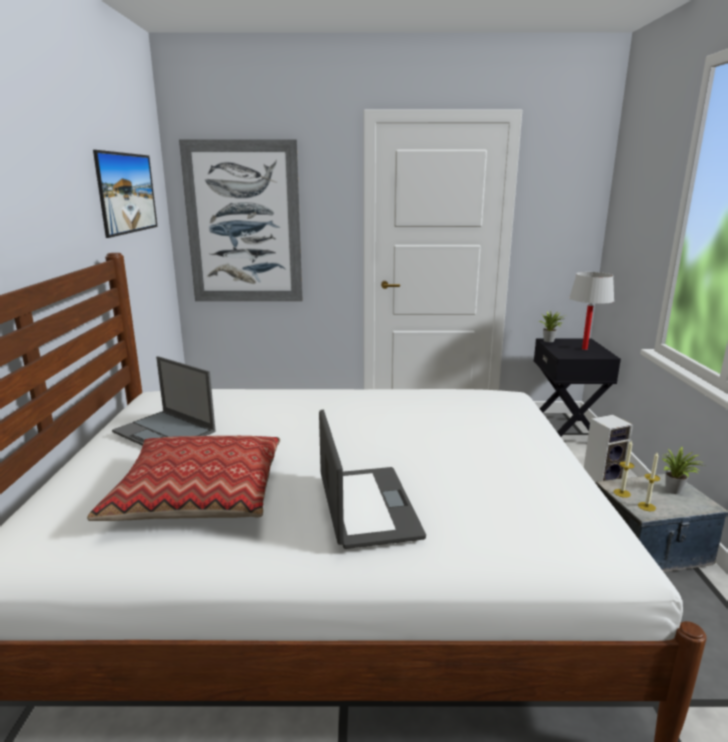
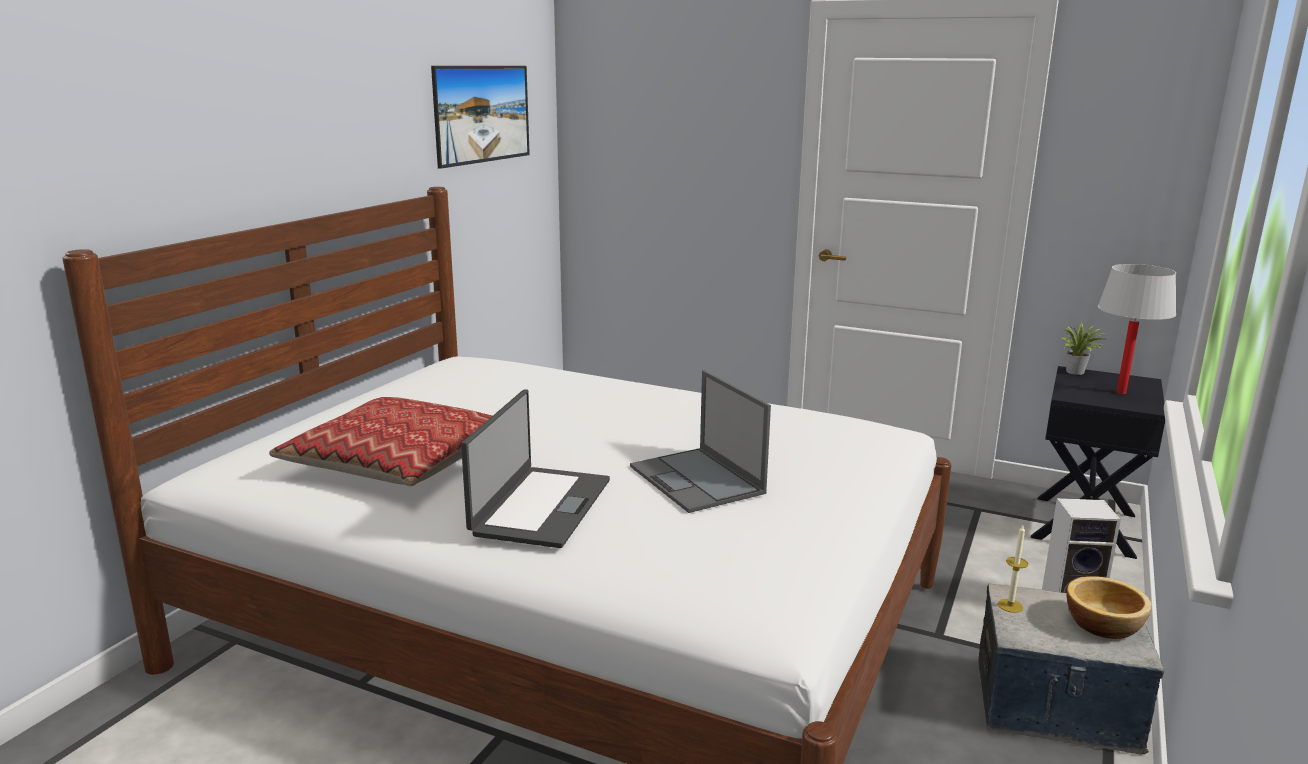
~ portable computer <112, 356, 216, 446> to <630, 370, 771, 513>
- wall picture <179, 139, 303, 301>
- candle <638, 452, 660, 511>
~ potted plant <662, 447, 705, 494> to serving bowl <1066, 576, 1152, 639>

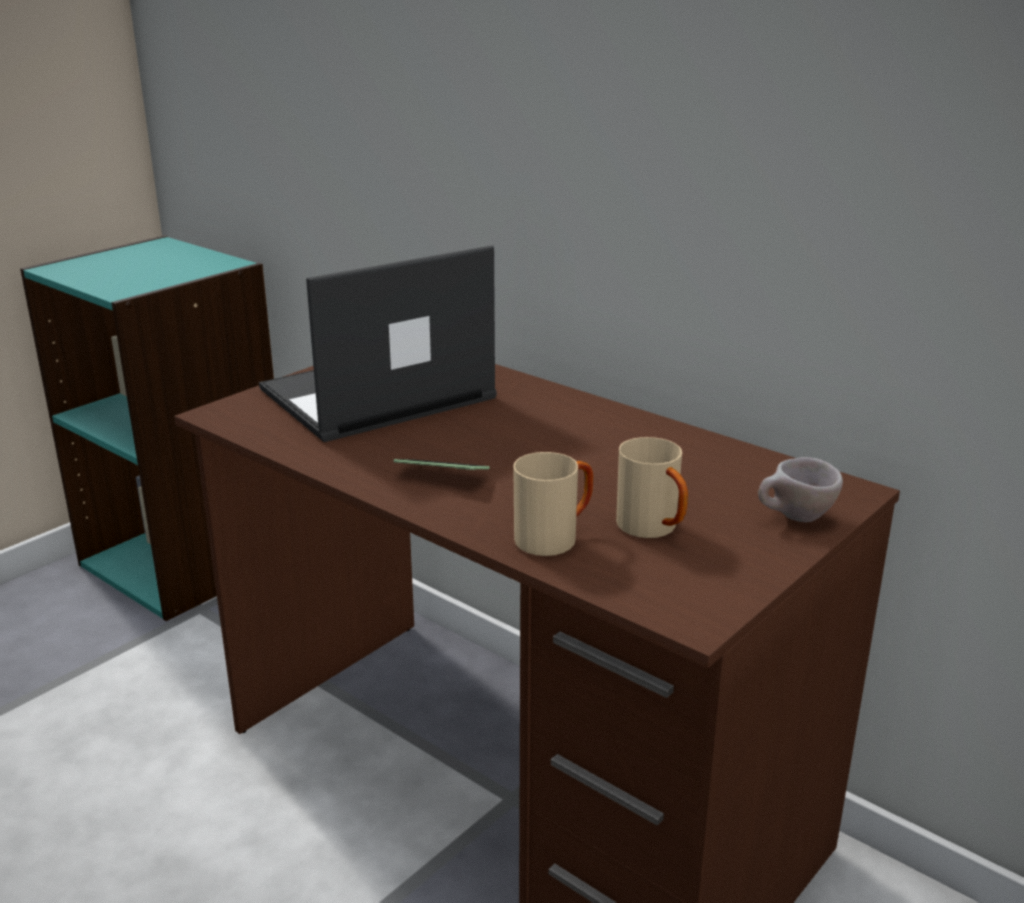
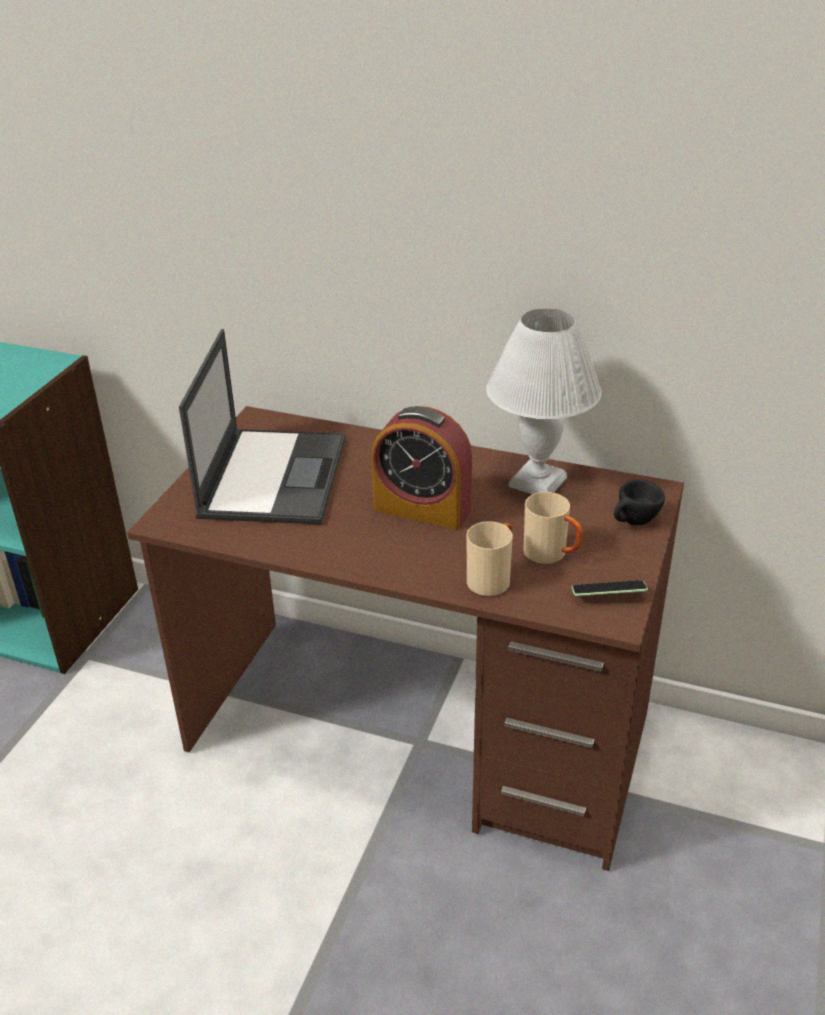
~ portable computer <259, 245, 497, 442> = <179, 329, 345, 525> 150 degrees clockwise
~ handset <393, 459, 490, 470> to <572, 580, 648, 596>
~ beige cup <758, 457, 843, 522> to black cup <614, 479, 665, 525>
+ bedside clock <372, 406, 472, 530>
+ white tabletop lamp <486, 308, 602, 495>

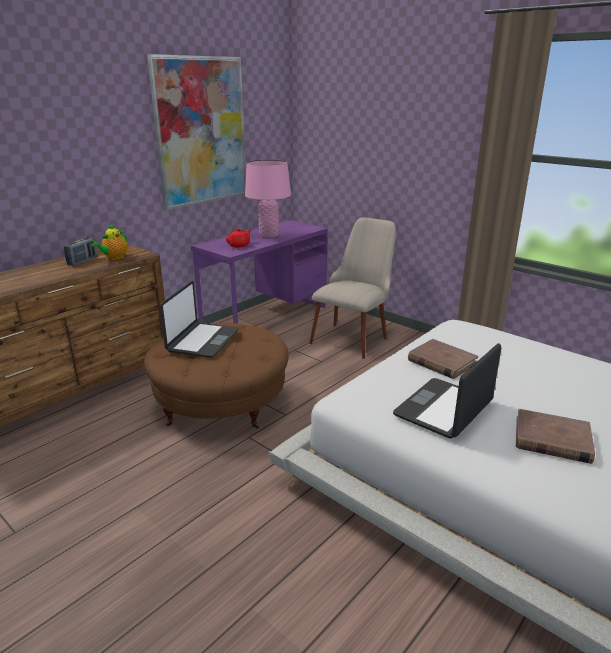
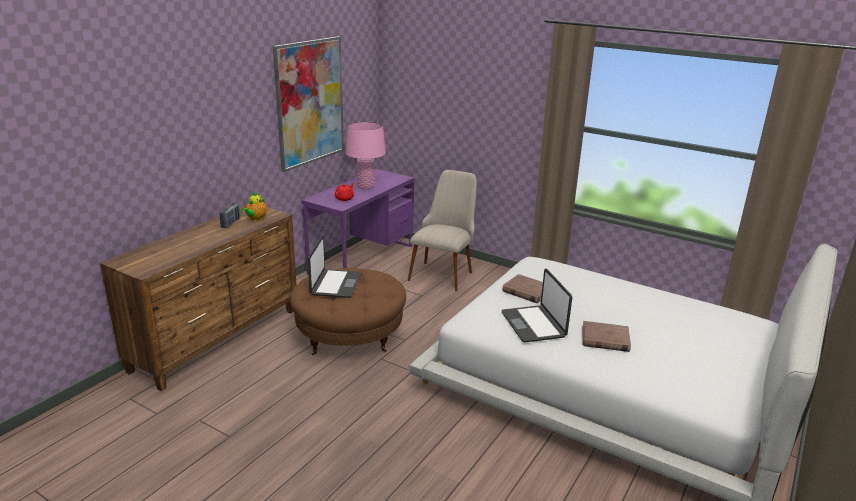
~ portable computer <393, 343, 501, 439> = <502, 269, 572, 343> 45 degrees counterclockwise

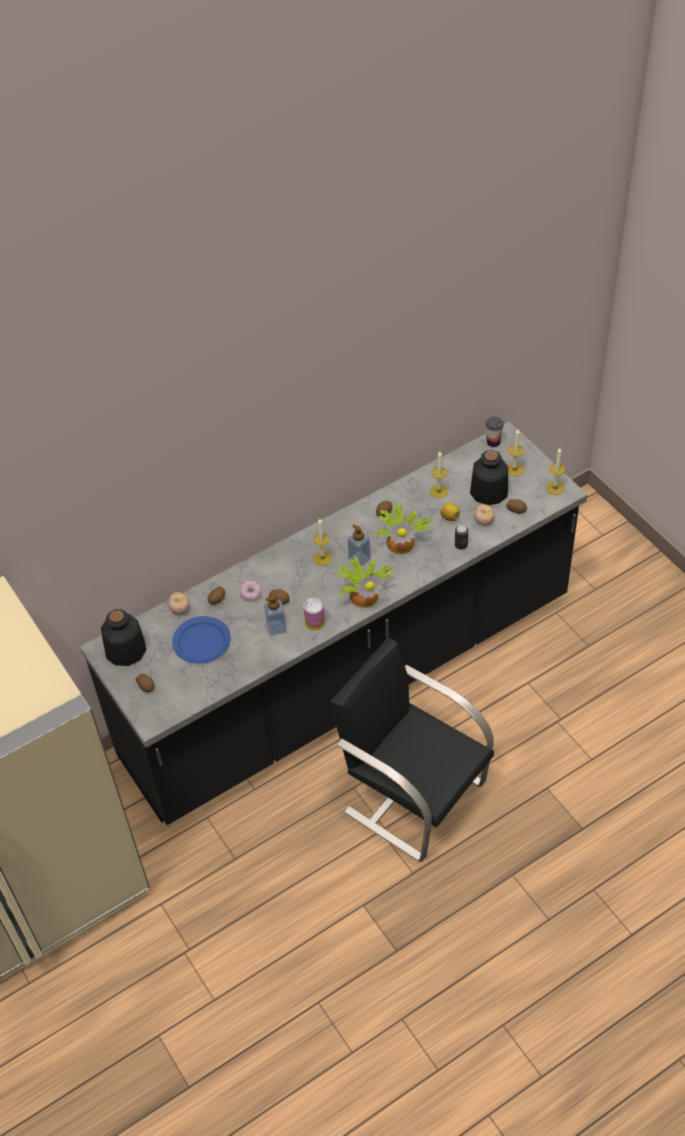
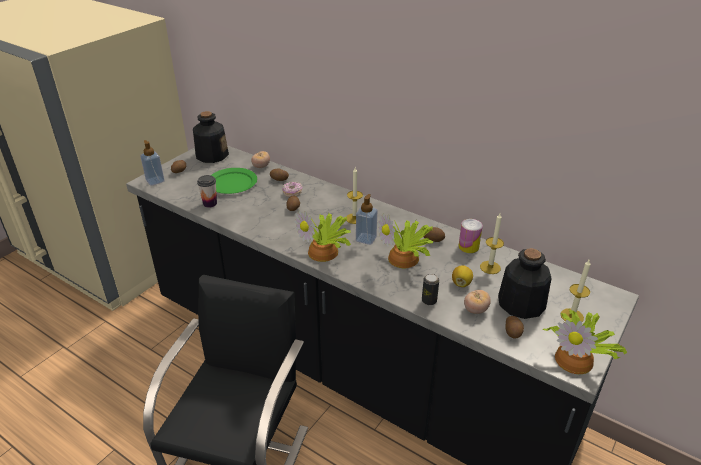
~ blue dinner plate <172, 616, 230, 664> to green dinner plate <211, 168, 257, 194>
~ soap dispenser <264, 595, 287, 636> to <140, 140, 165, 186>
~ sealed can <303, 597, 325, 630> to <458, 219, 483, 253>
~ cup <486, 417, 504, 447> to <197, 175, 217, 208>
~ candle <546, 448, 565, 495> to potted plant <543, 310, 627, 374>

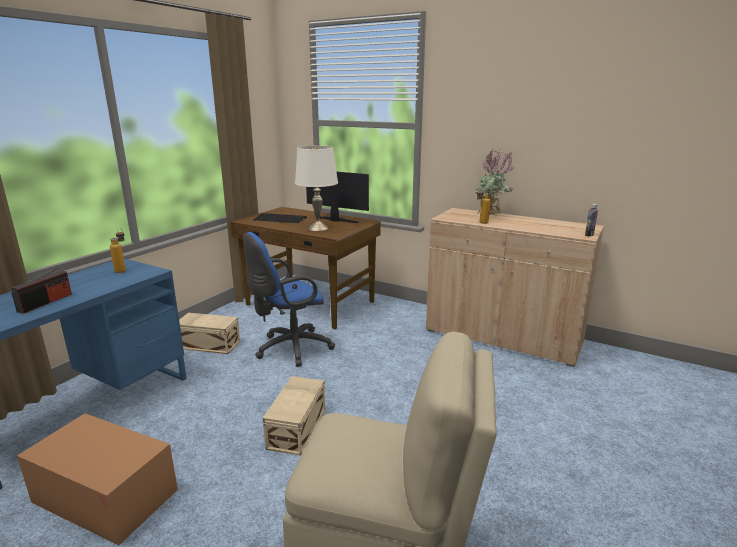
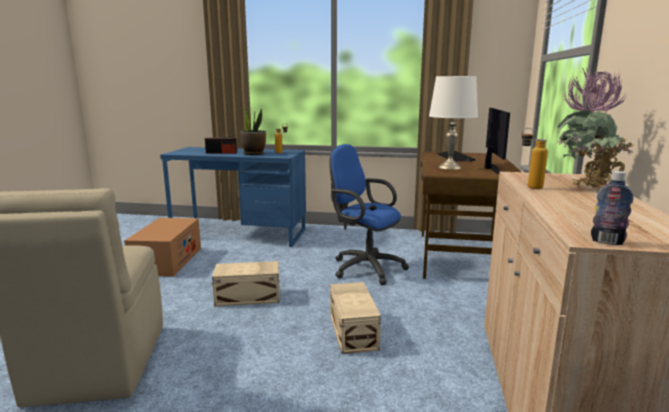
~ beige storage bin <179, 313, 240, 354> to <330, 282, 381, 354>
+ potted plant <241, 106, 266, 155>

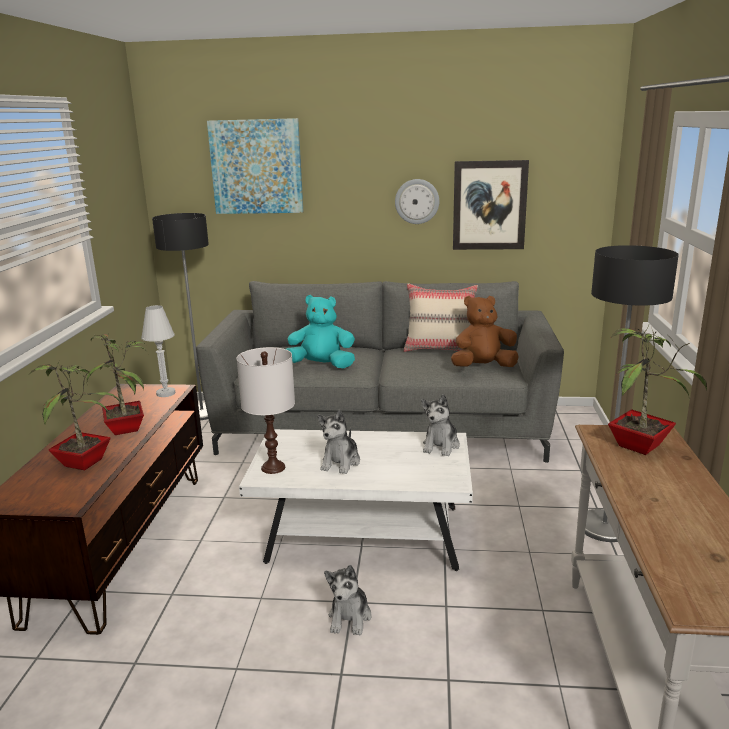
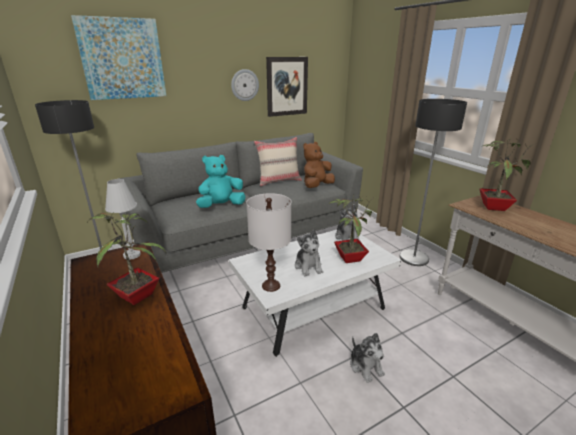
~ potted plant <29, 359, 123, 470> to <329, 195, 376, 263>

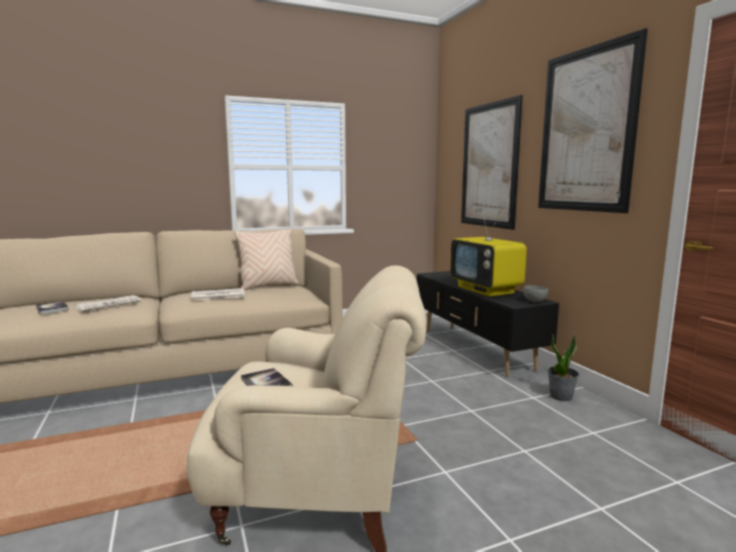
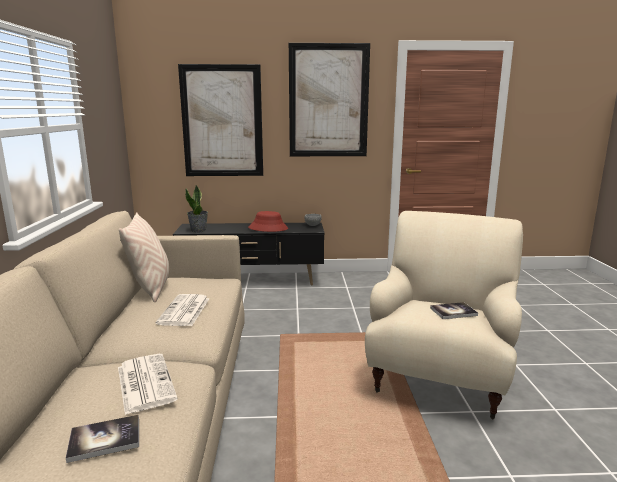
~ TV <450, 209, 527, 297> to reddish clothing hat <248, 211, 288, 232>
~ potted plant <548, 334, 579, 401> to <185, 185, 208, 233>

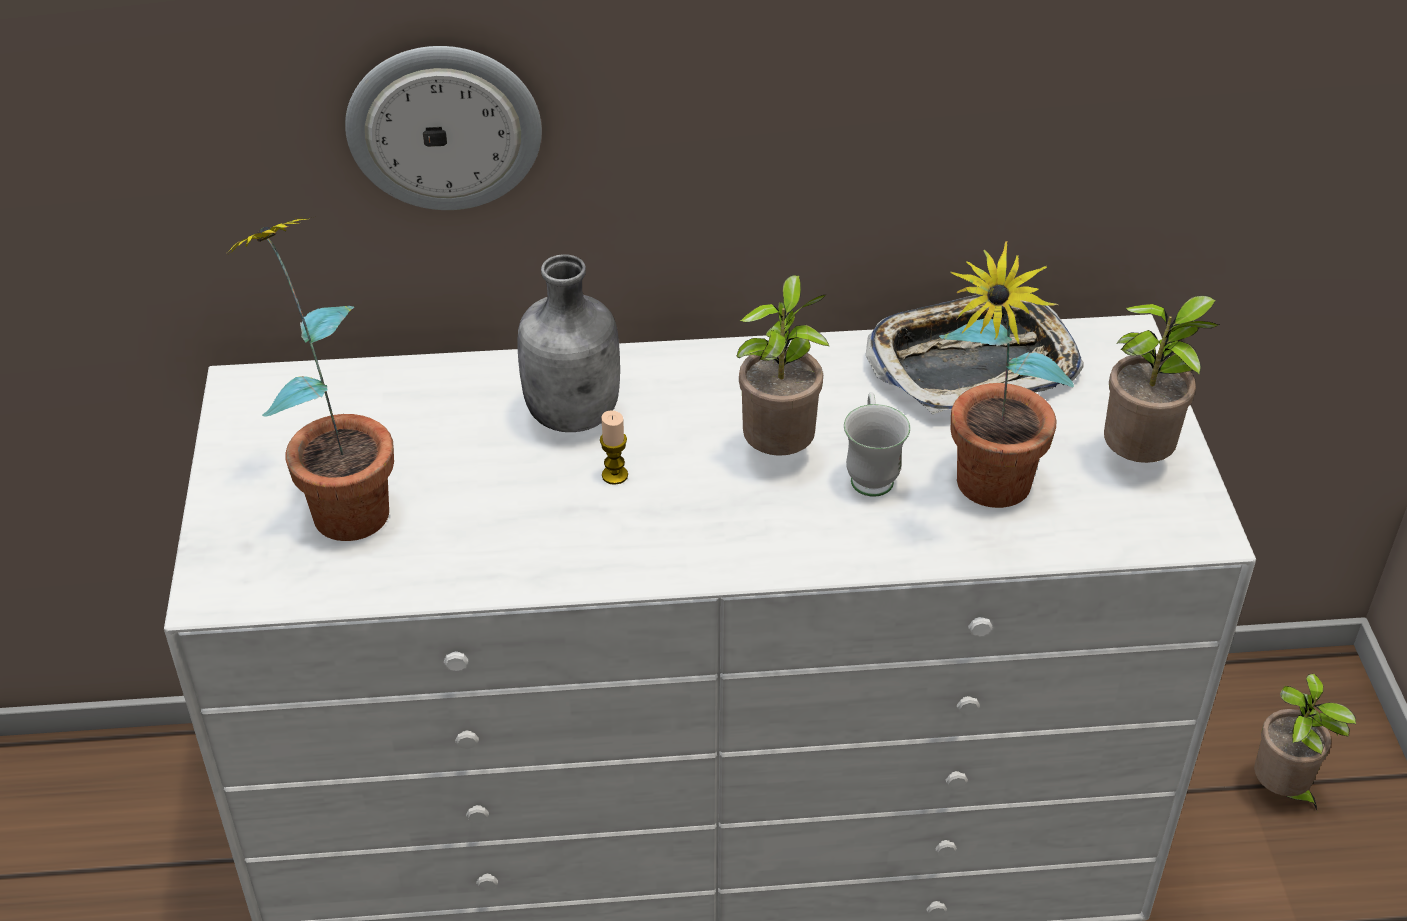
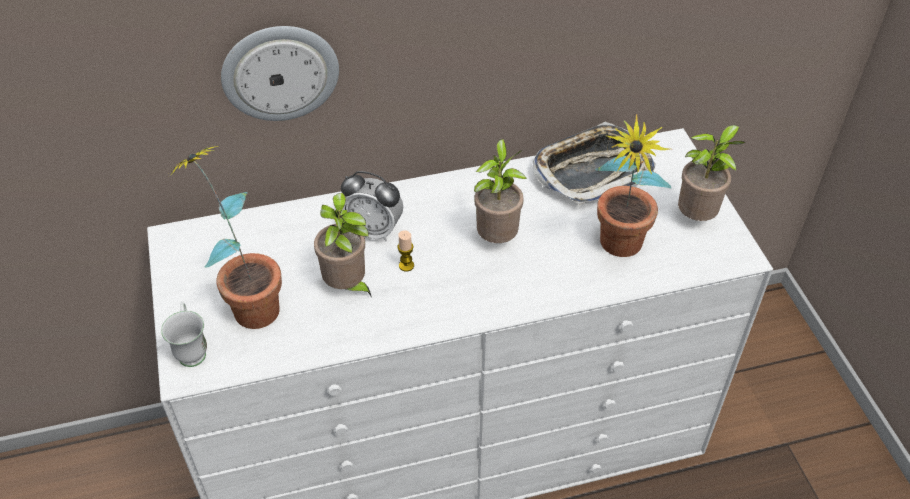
~ greyish drink bottle <518, 254, 620, 432> to bedside clock <341, 171, 403, 241>
~ white mug <844, 392, 910, 496> to <161, 302, 207, 367>
~ potted plant <1254, 674, 1356, 810> to <314, 193, 372, 298>

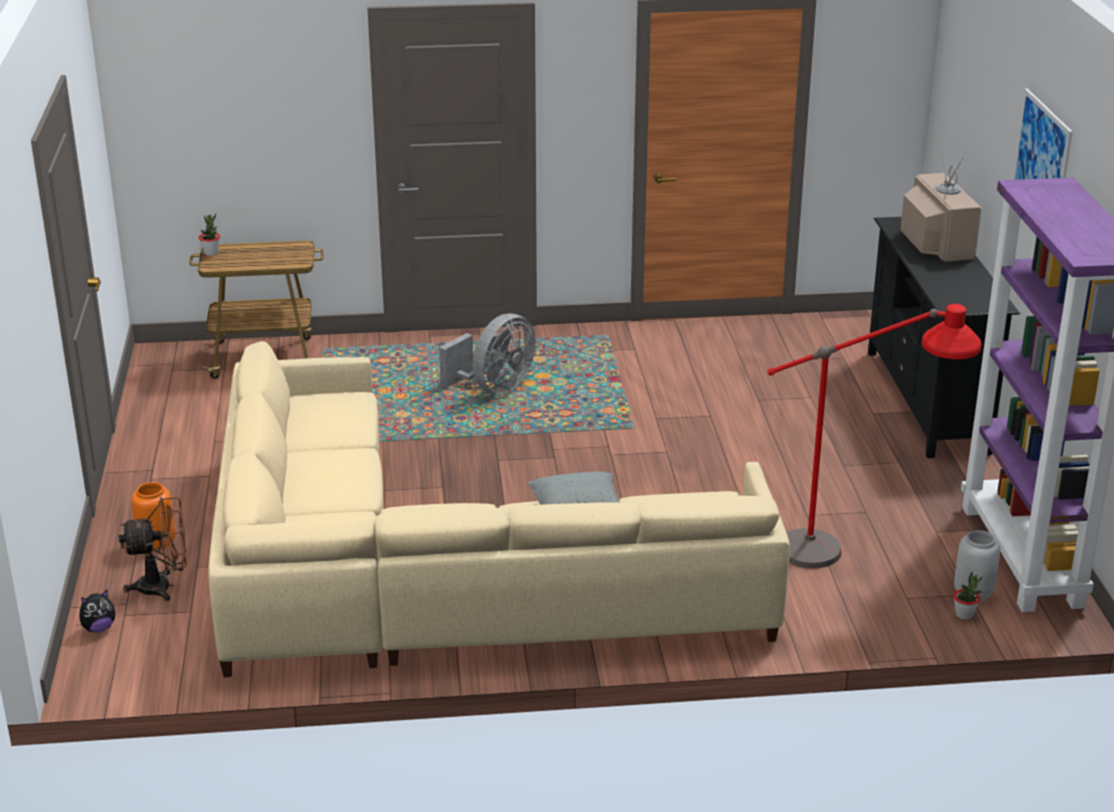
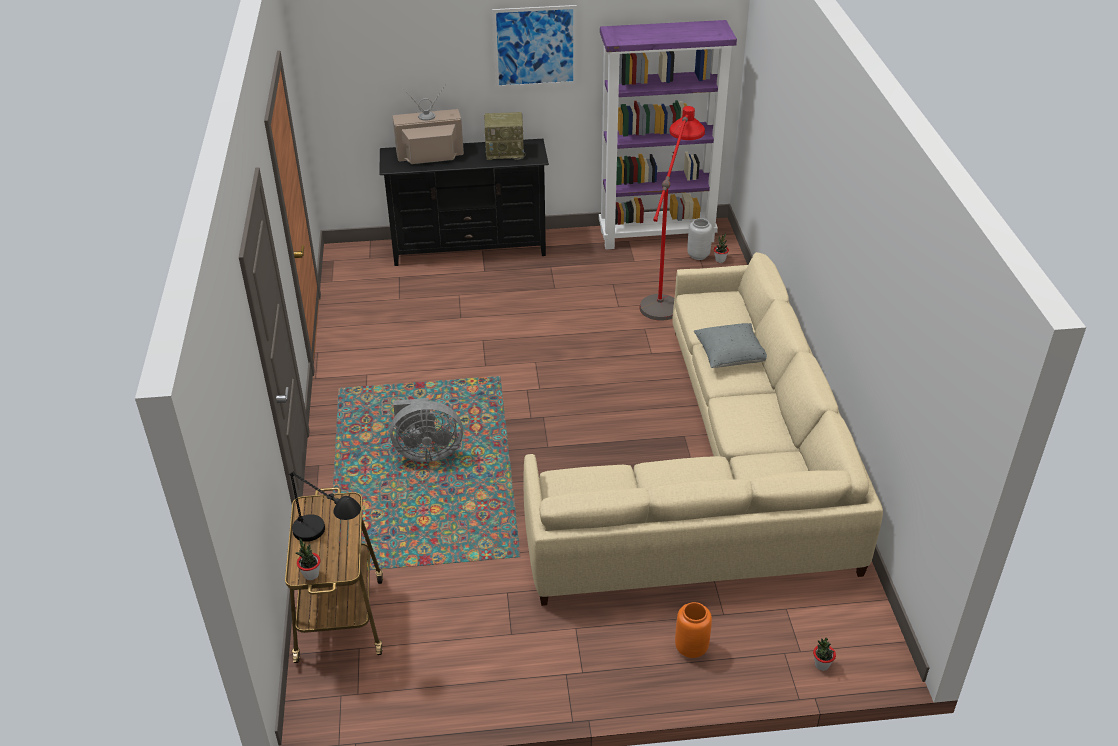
~ plush toy <80, 590, 115, 632> to potted plant <813, 638, 836, 671>
- brownish electric fan <119, 497, 187, 601>
~ greyish electric fan <439, 313, 536, 394> = <390, 398, 463, 462> 135 degrees clockwise
+ black tabletop lamp <289, 471, 361, 542>
+ radio set <484, 112, 526, 160>

